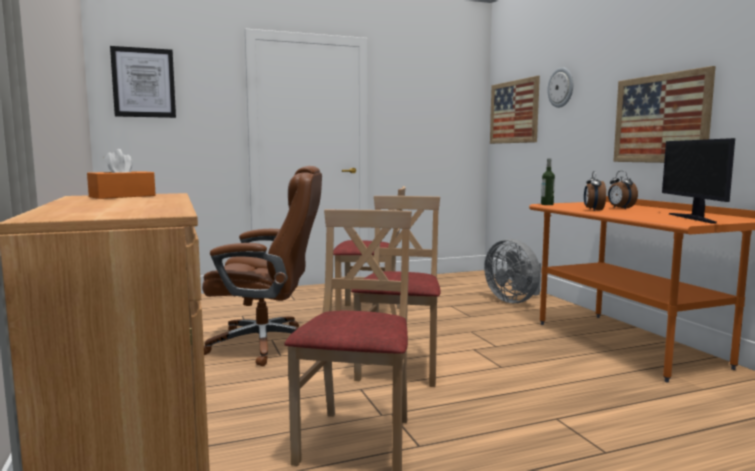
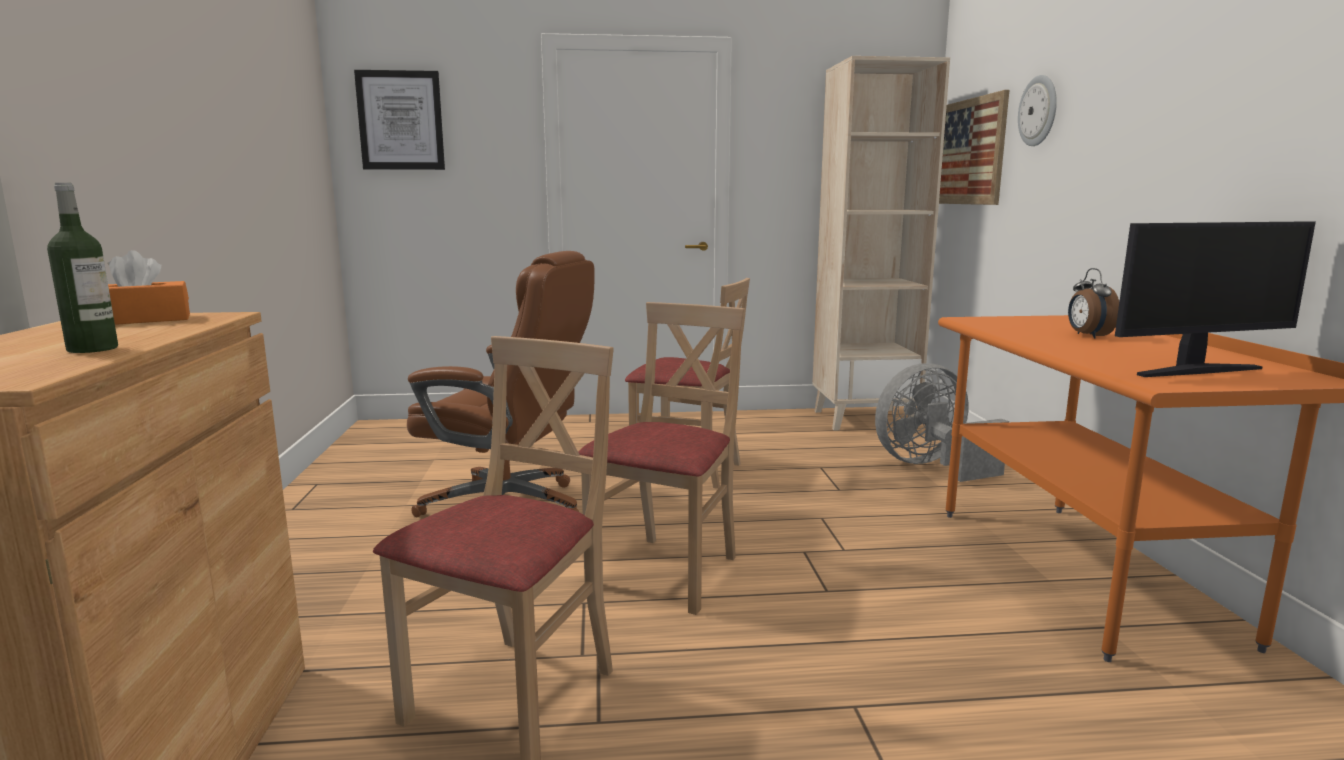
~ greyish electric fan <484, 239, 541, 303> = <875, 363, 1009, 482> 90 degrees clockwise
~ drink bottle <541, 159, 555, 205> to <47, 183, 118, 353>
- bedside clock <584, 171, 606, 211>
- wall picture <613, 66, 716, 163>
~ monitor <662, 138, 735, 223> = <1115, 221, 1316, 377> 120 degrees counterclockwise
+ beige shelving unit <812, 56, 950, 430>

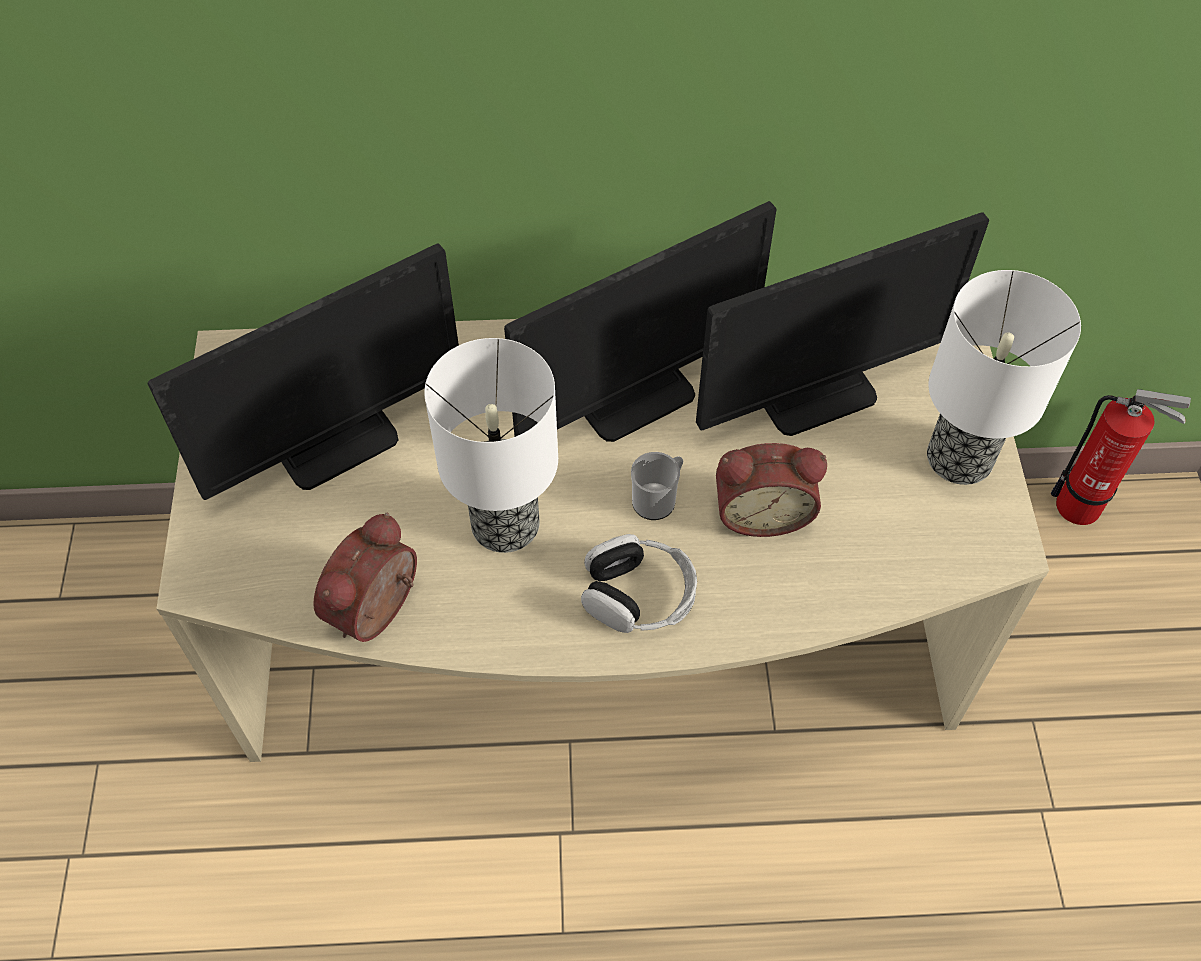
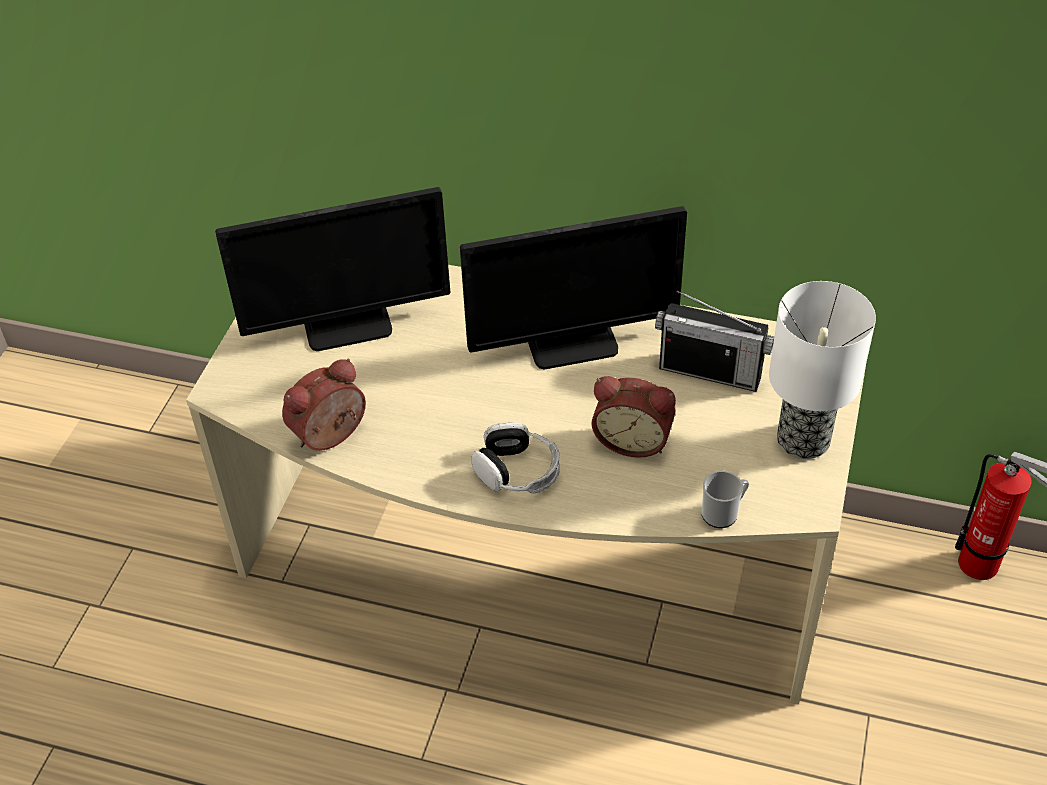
- tabletop lamp <424, 338, 558, 553>
~ mug <631, 452, 683, 520> to <702, 471, 749, 528>
~ monitor <696, 212, 989, 436> to radio set <655, 290, 774, 392>

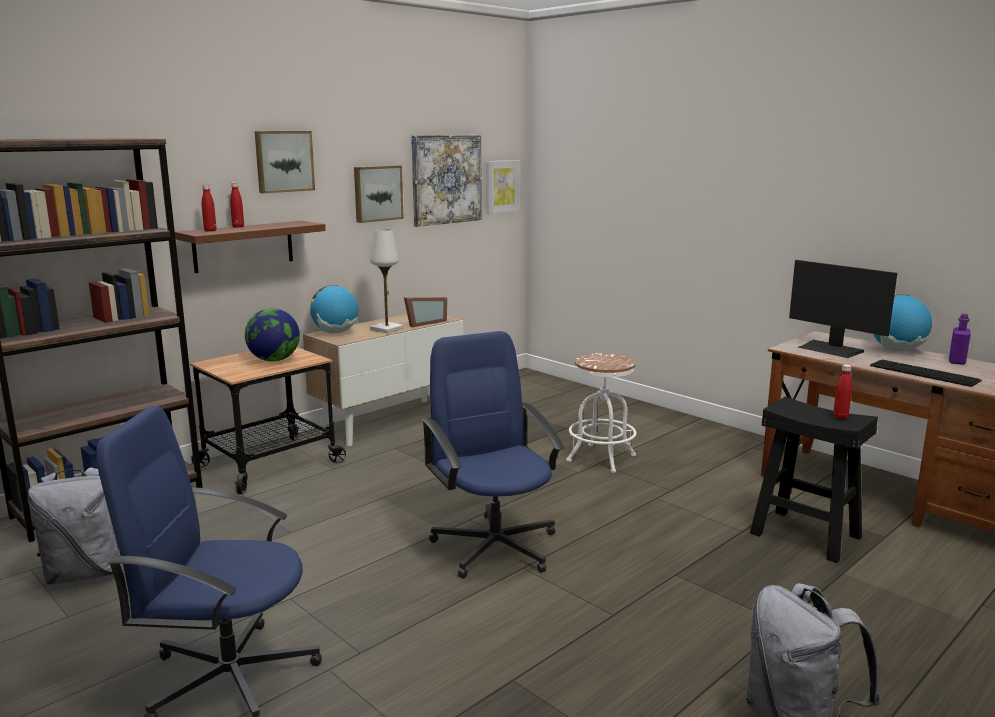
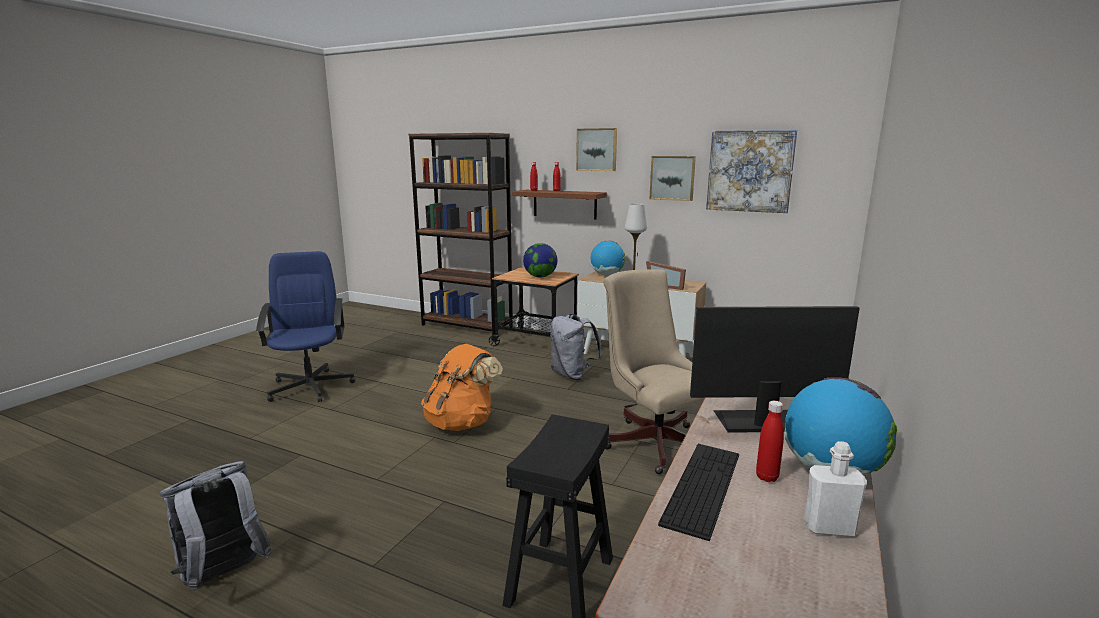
~ greyish rucksack <27, 467, 118, 585> to <550, 314, 602, 380>
~ blue desk chair <421, 331, 564, 579> to orangey rucksack <421, 344, 503, 431>
- wall picture <486, 160, 520, 214>
~ white sitting stool <566, 353, 636, 473> to beige desk chair <603, 269, 705, 474>
~ monitor <789, 260, 897, 358> = <690, 306, 860, 433> 60 degrees clockwise
~ reddish drink bottle <833, 364, 852, 419> to <756, 401, 784, 482>
~ purple-coloured drink bottle <949, 314, 971, 365> to white drink bottle <804, 441, 867, 537>

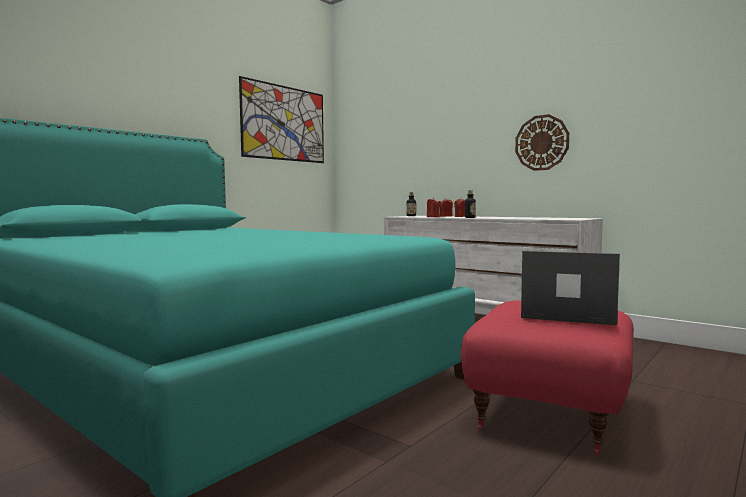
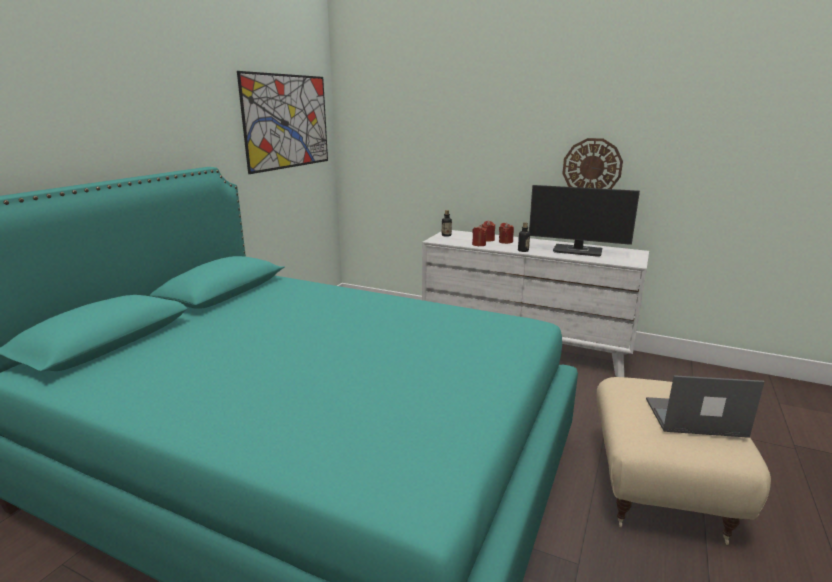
~ reddish pouffe <461, 301, 634, 455> to beige pouffe <596, 377, 771, 545>
+ monitor <529, 185, 640, 257>

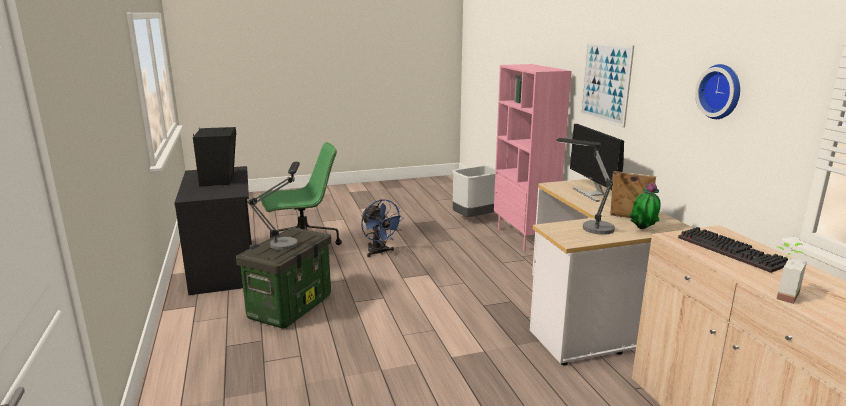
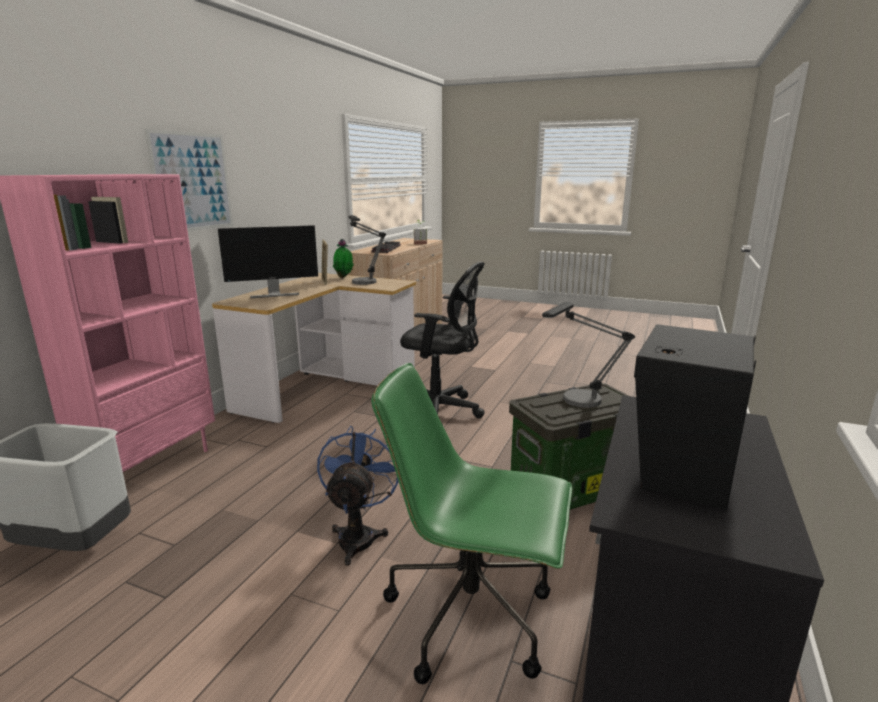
~ monitor <570, 124, 624, 202> = <218, 225, 318, 298> 45 degrees clockwise
- wall clock <695, 64, 740, 119>
+ black desk chair <400, 262, 485, 425>

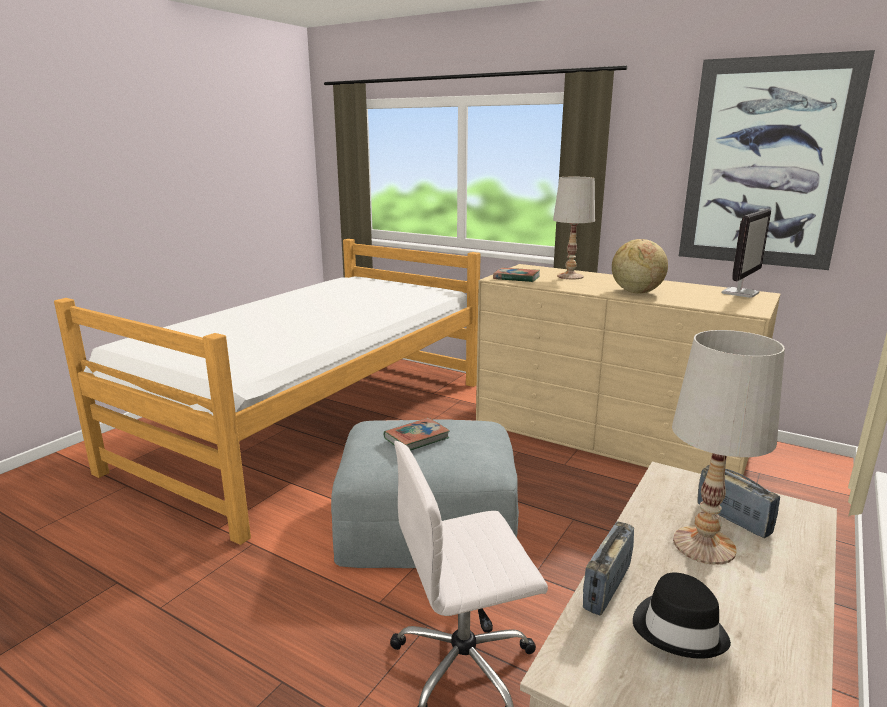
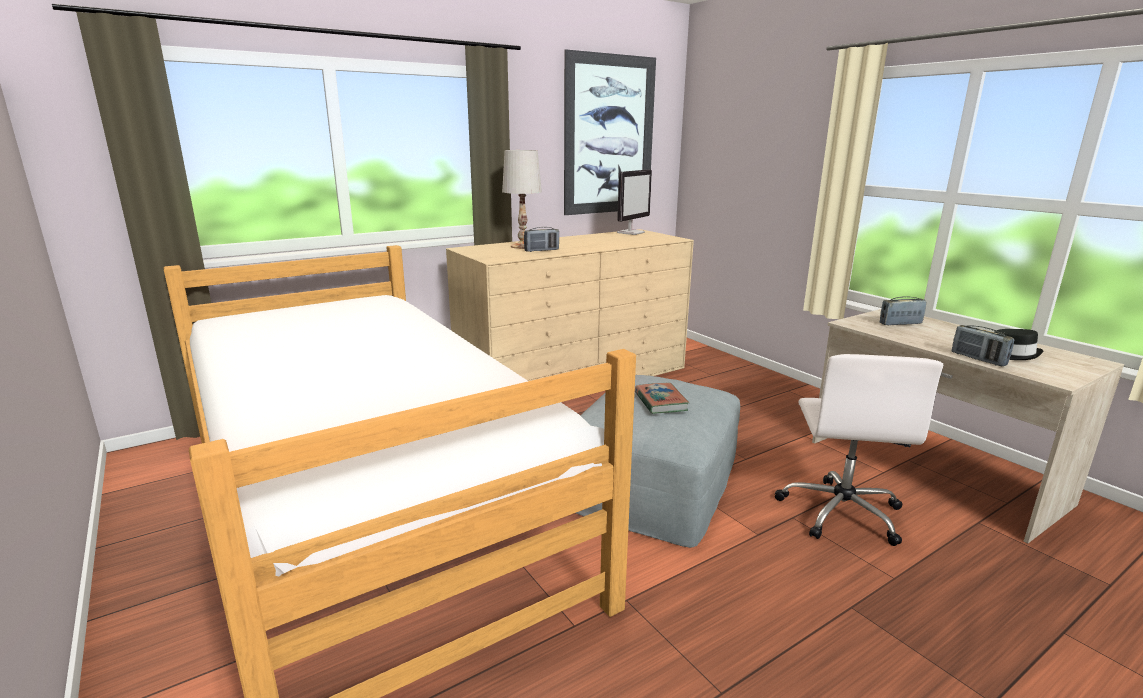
- bound book <493, 267, 540, 282>
- world globe <612, 239, 668, 293>
- white tabletop lamp <672, 330, 785, 565>
~ monitor <722, 209, 771, 298> = <617, 169, 652, 235> 60 degrees clockwise
+ radio set <524, 227, 559, 252>

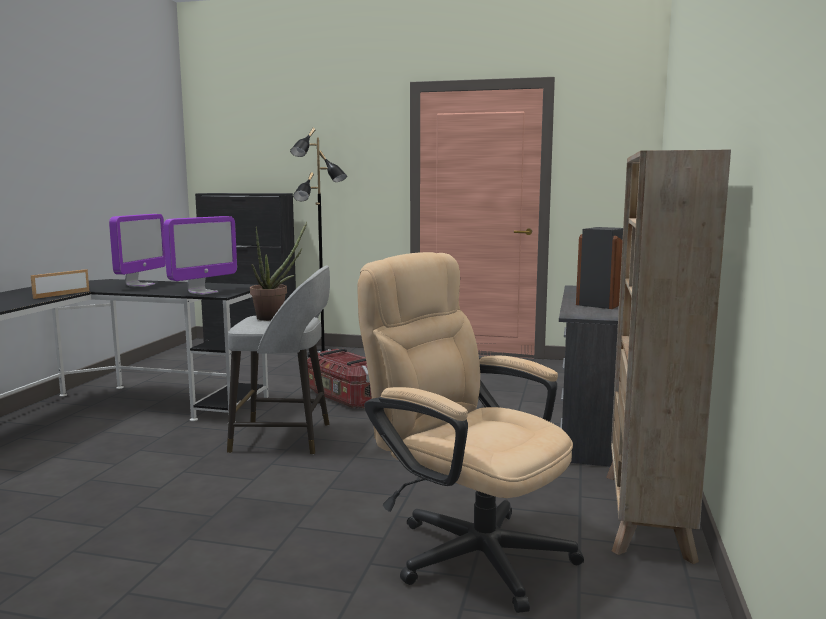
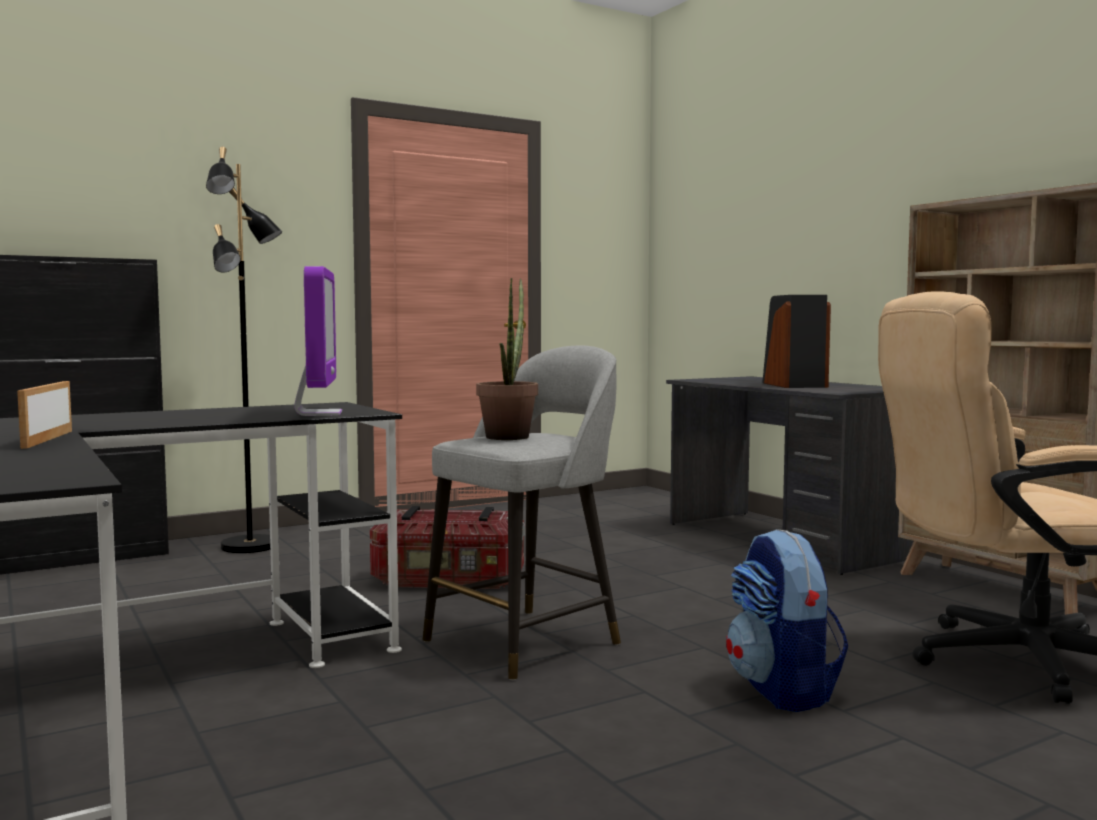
- monitor <109, 214, 166, 287>
+ rucksack <726, 529, 848, 712>

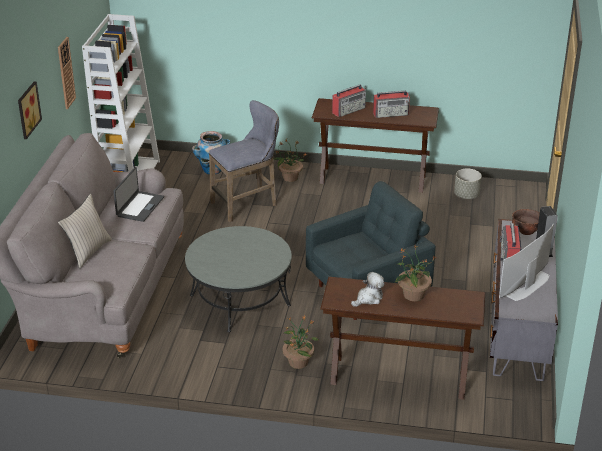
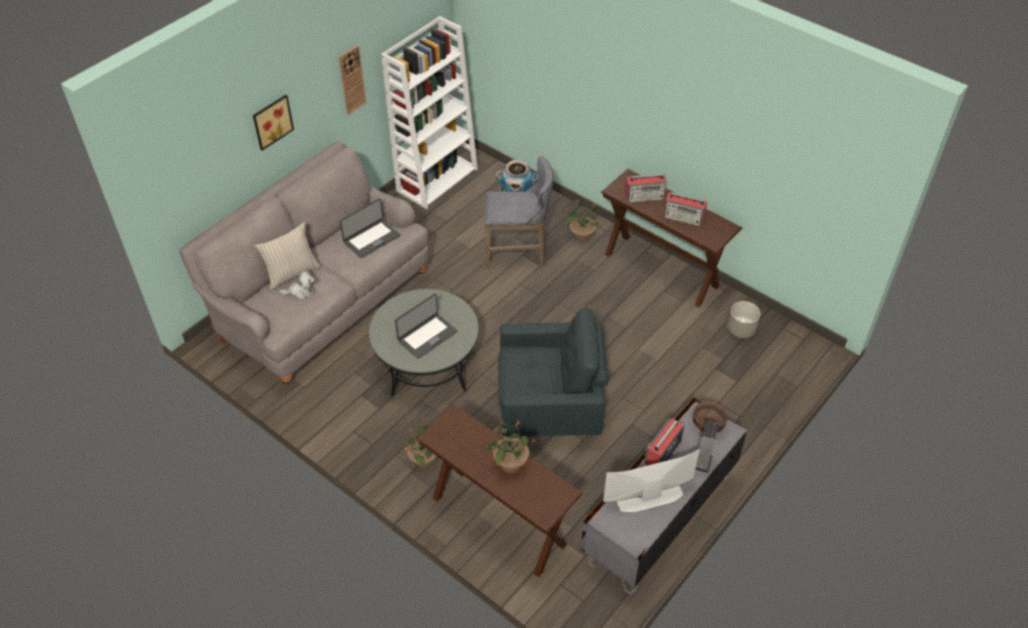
~ plush toy <351, 272, 384, 307> to <279, 271, 315, 300>
+ portable computer <395, 293, 458, 359>

